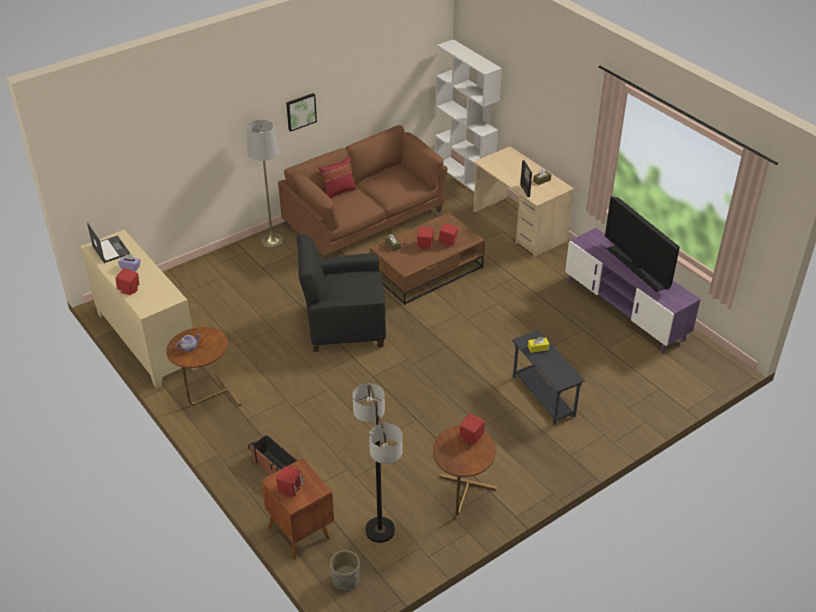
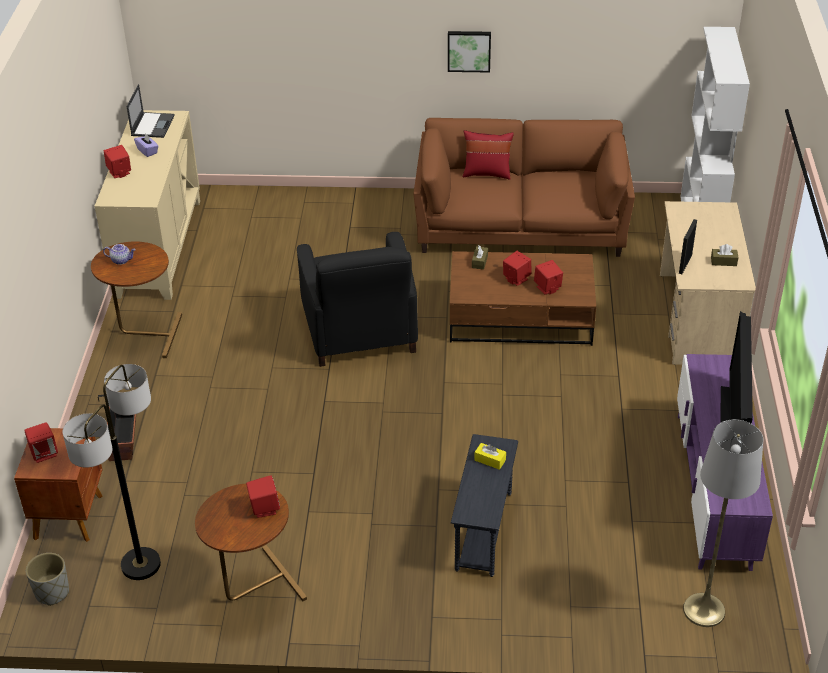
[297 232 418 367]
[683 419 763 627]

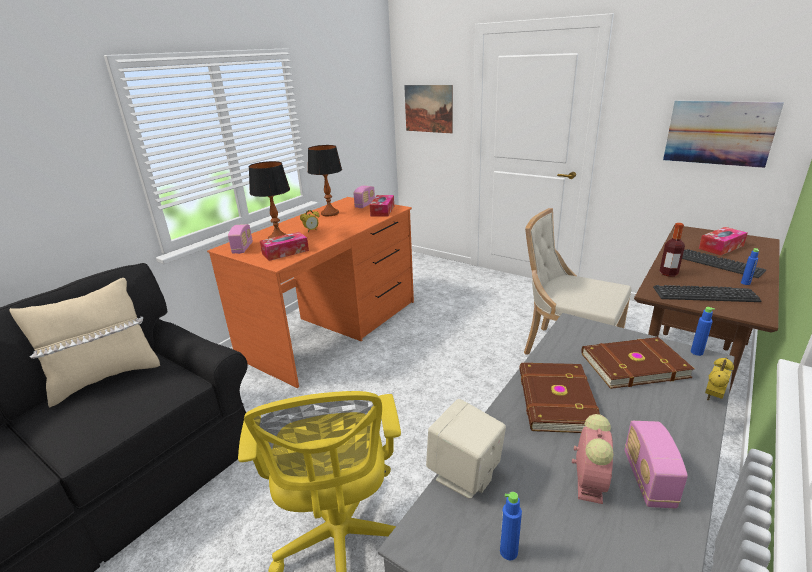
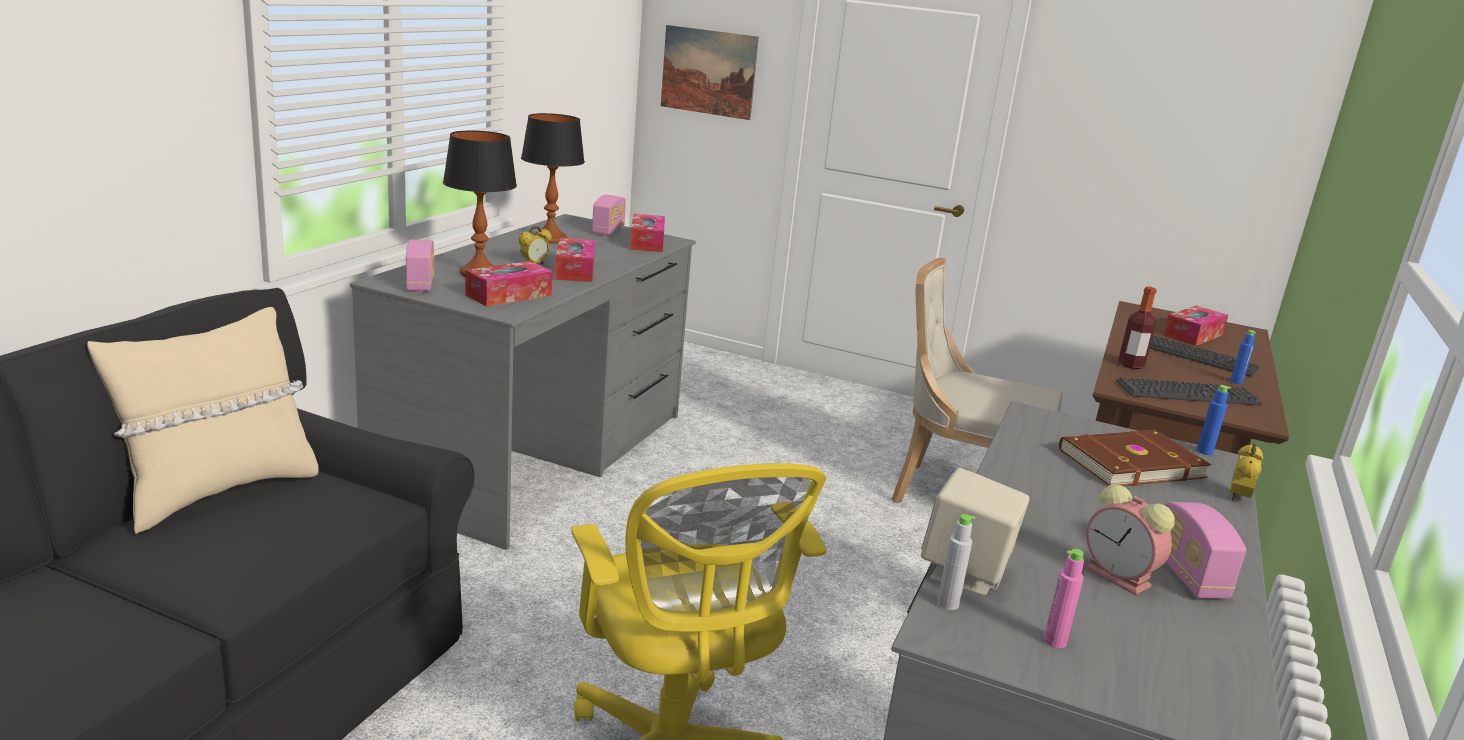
[350 214 696 550]
[555 238 595 282]
[937 514 975 610]
[1043 549 1084 648]
[1085 484 1175 595]
[519 363 600 433] (first image)
[663 101 784 168] (first image)

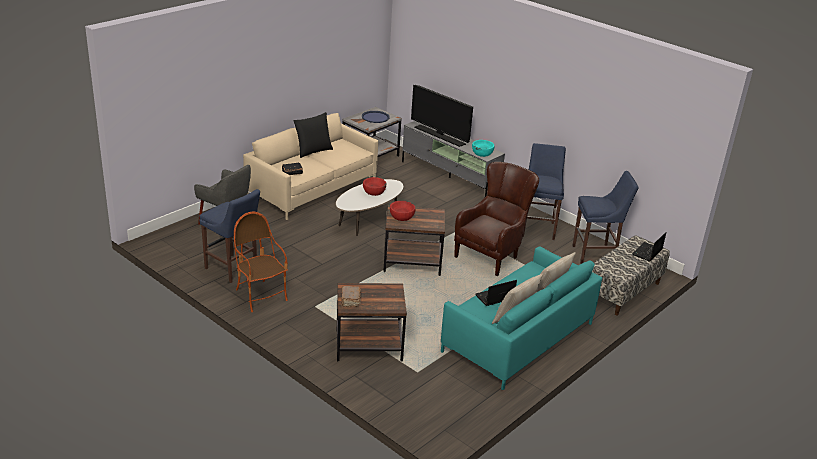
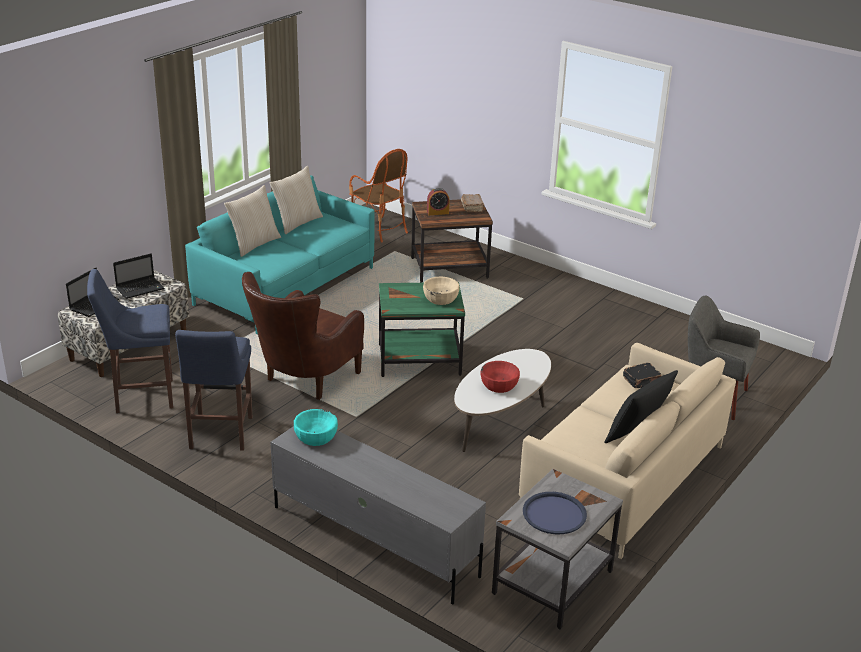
[113 253 164 299]
[349 149 408 243]
[379 282 465 377]
[423 276 460 305]
[427 188 450 215]
[199 189 260 283] (first image)
[411 85 473 147] (first image)

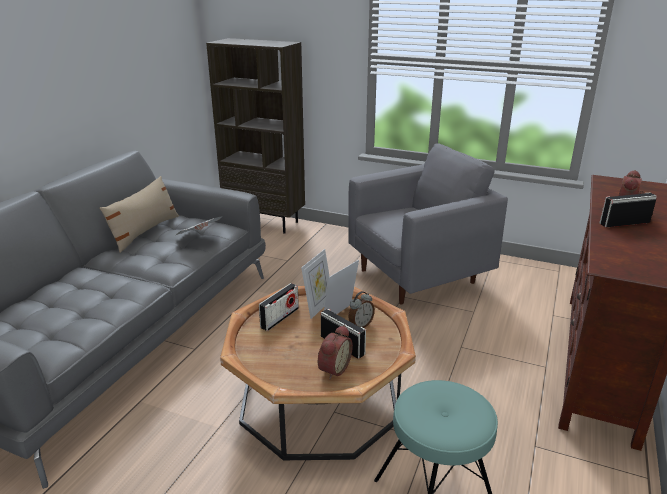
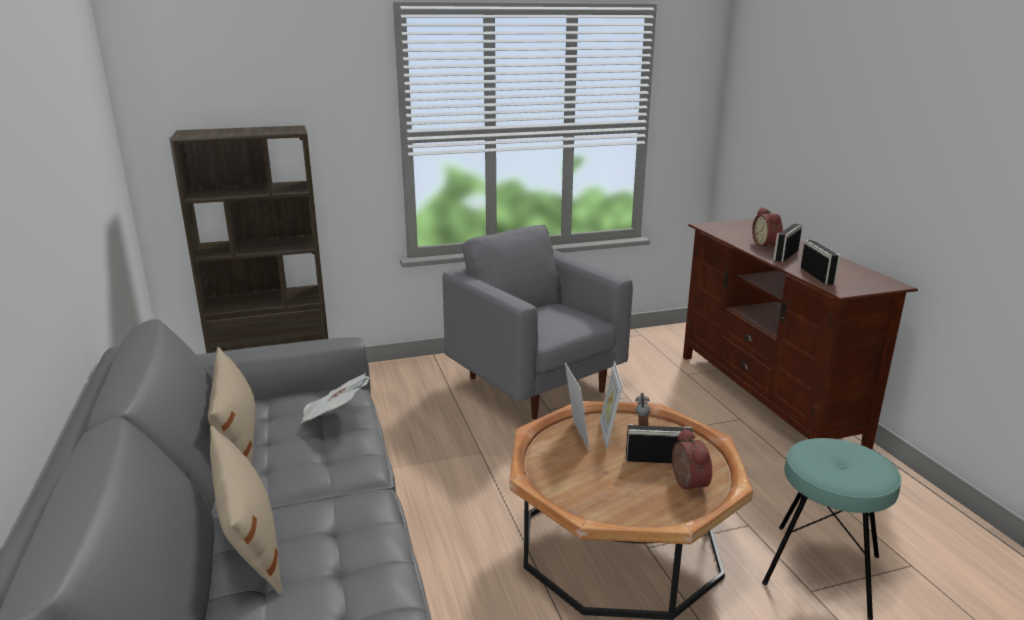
[210 425 283 595]
[442 225 633 419]
[800 240 840 285]

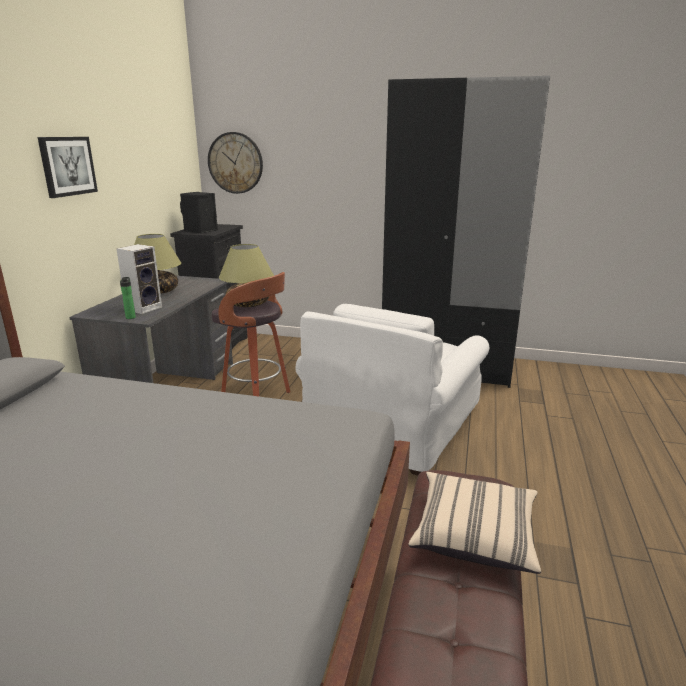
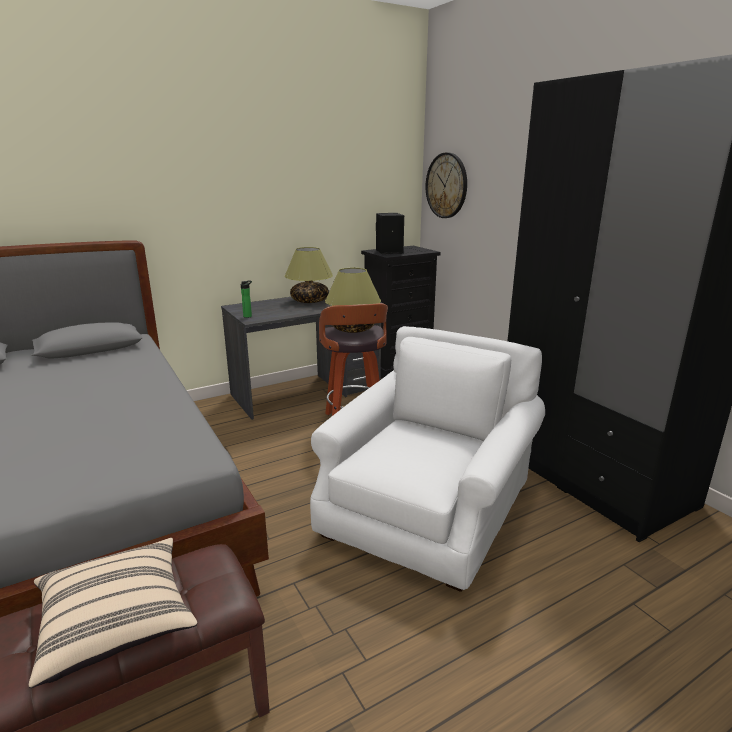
[310 326 545 592]
[38 137 98 198] (first image)
[116 244 162 314] (first image)

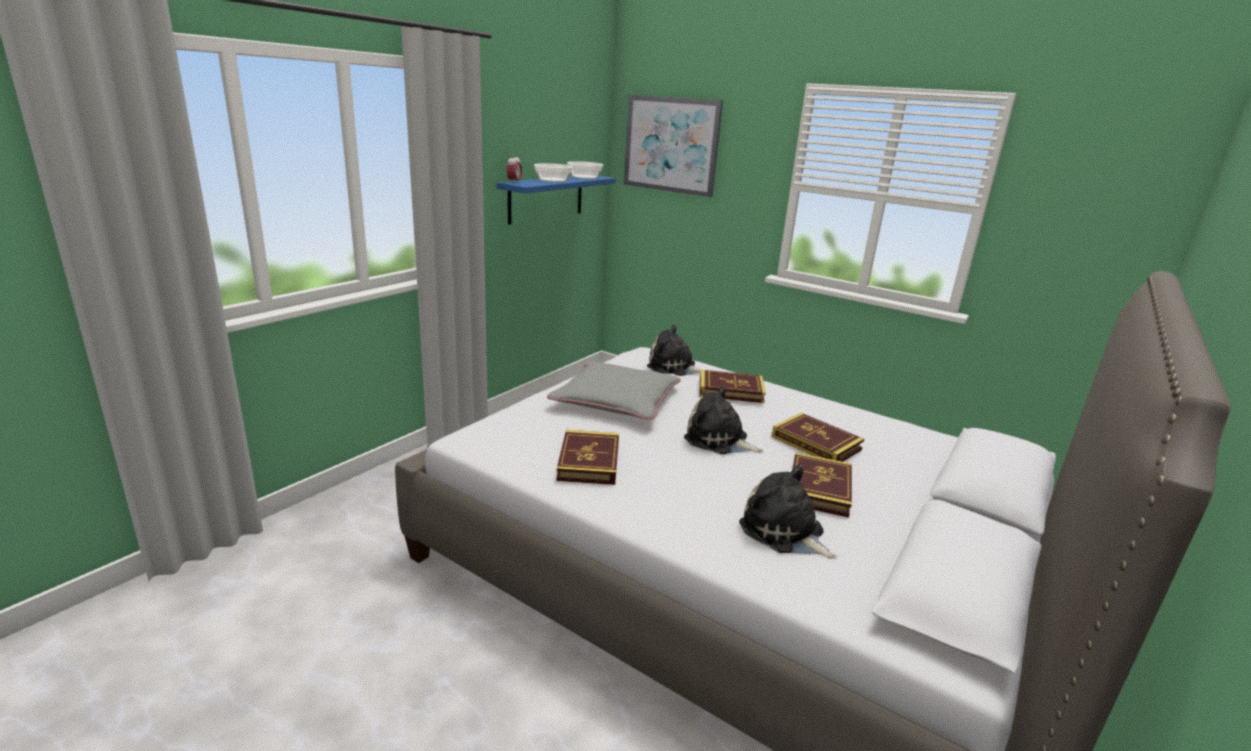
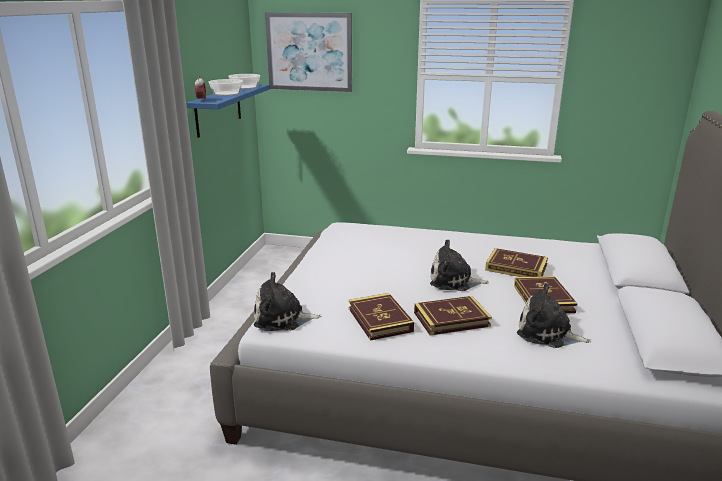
[254 272 321 331]
[414 296 492 335]
[547 361 681 419] (first image)

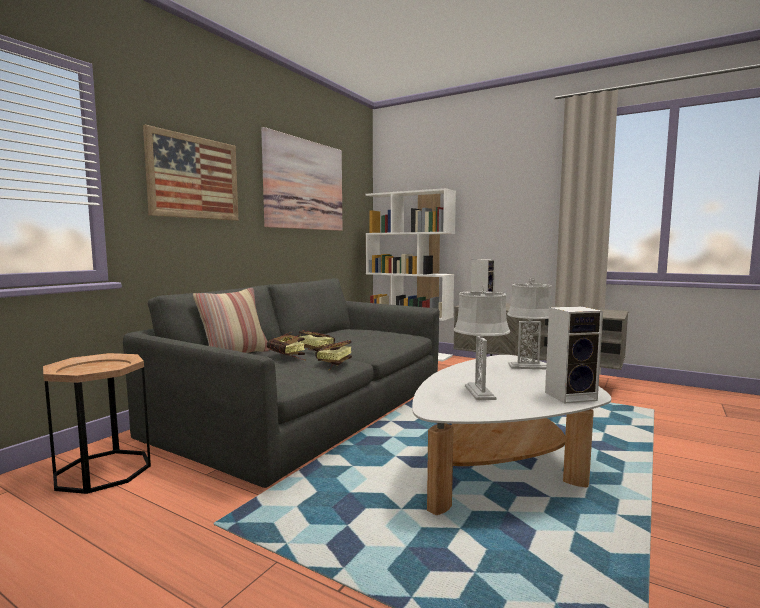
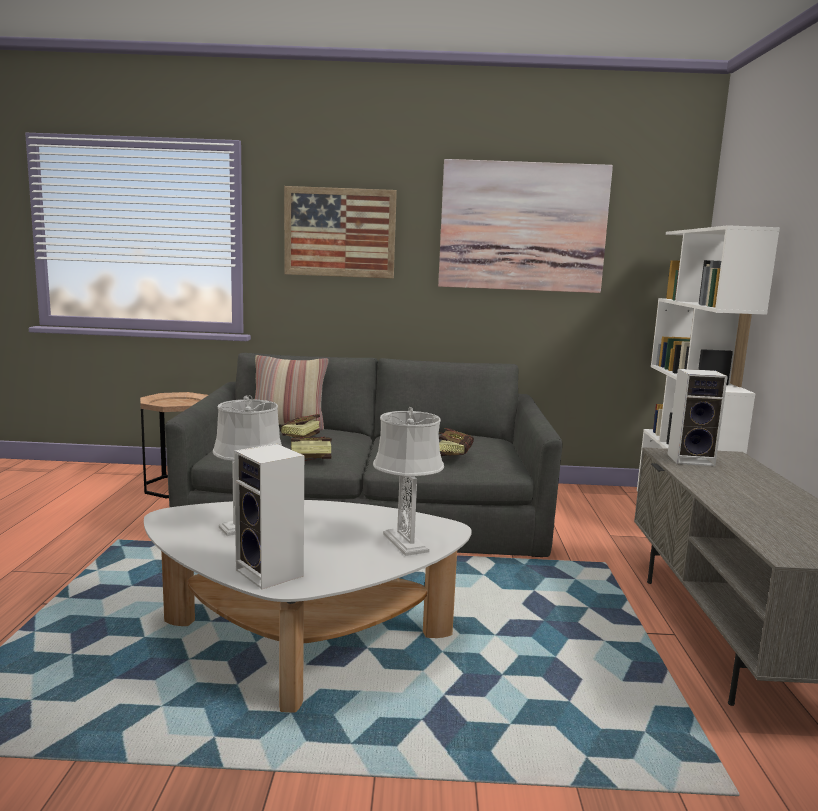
[439 428 474 456]

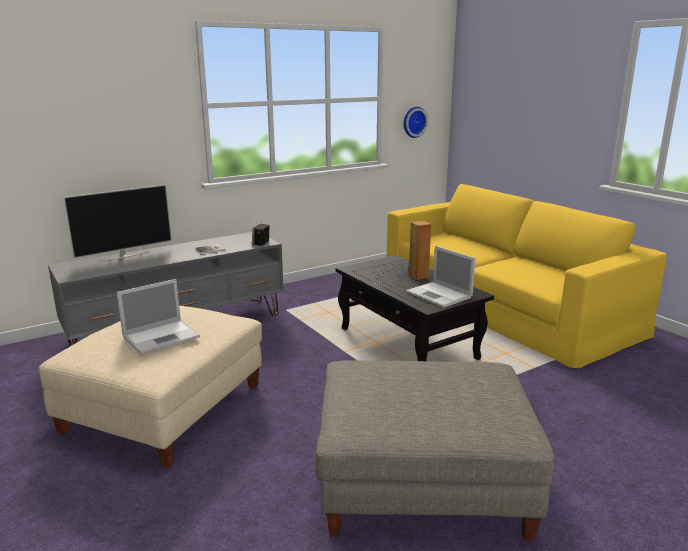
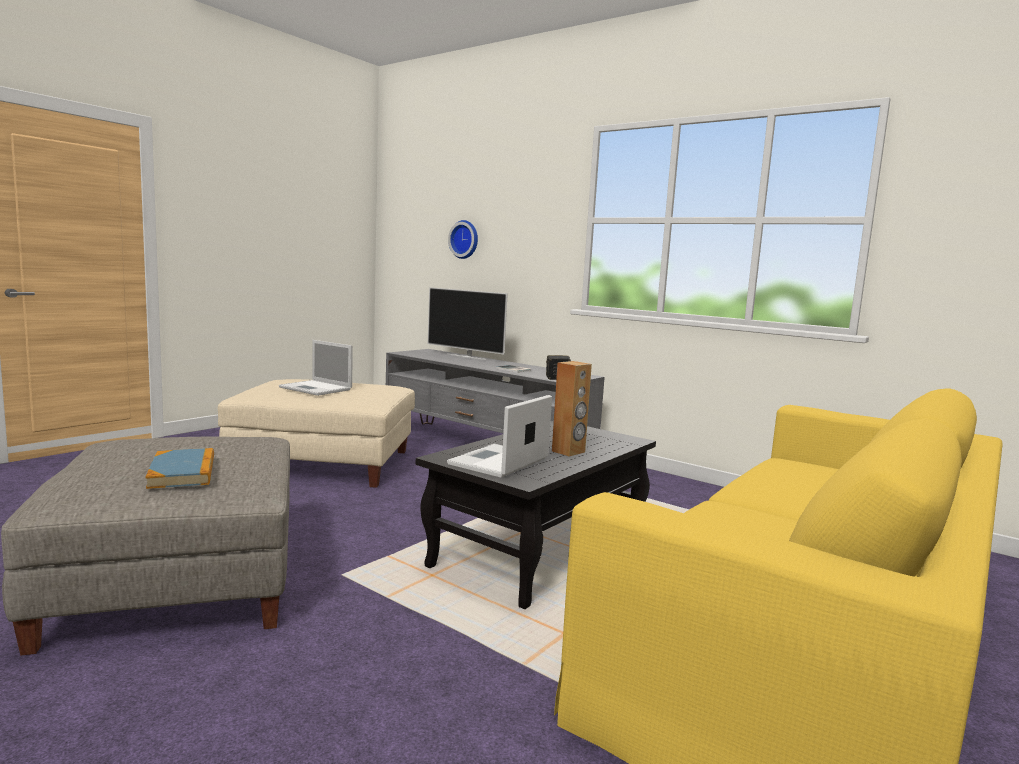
[145 448 214 489]
[448 220 478 259]

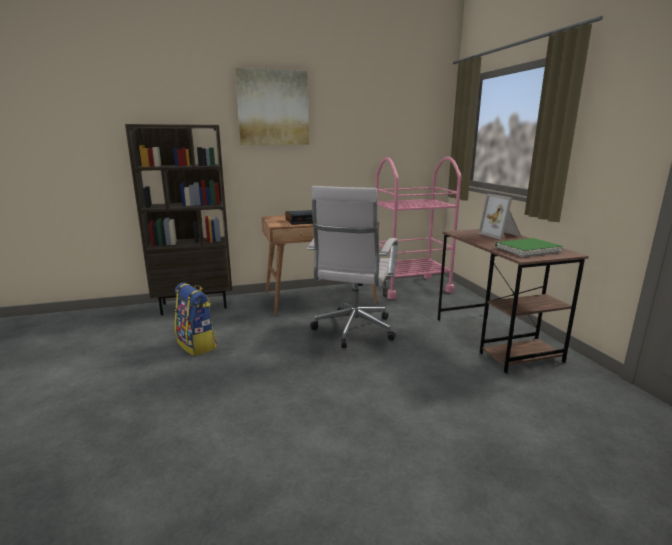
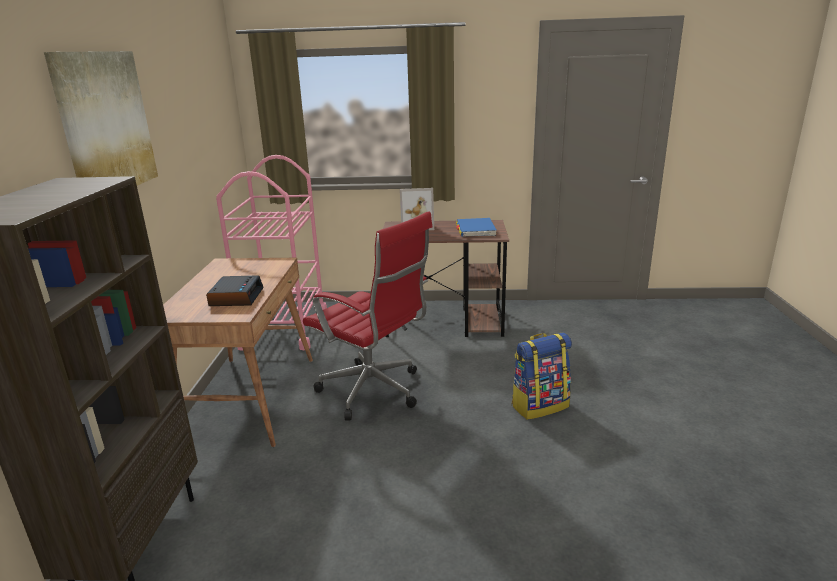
[303 212 433 421]
[456 218 497 237]
[512 332 572 420]

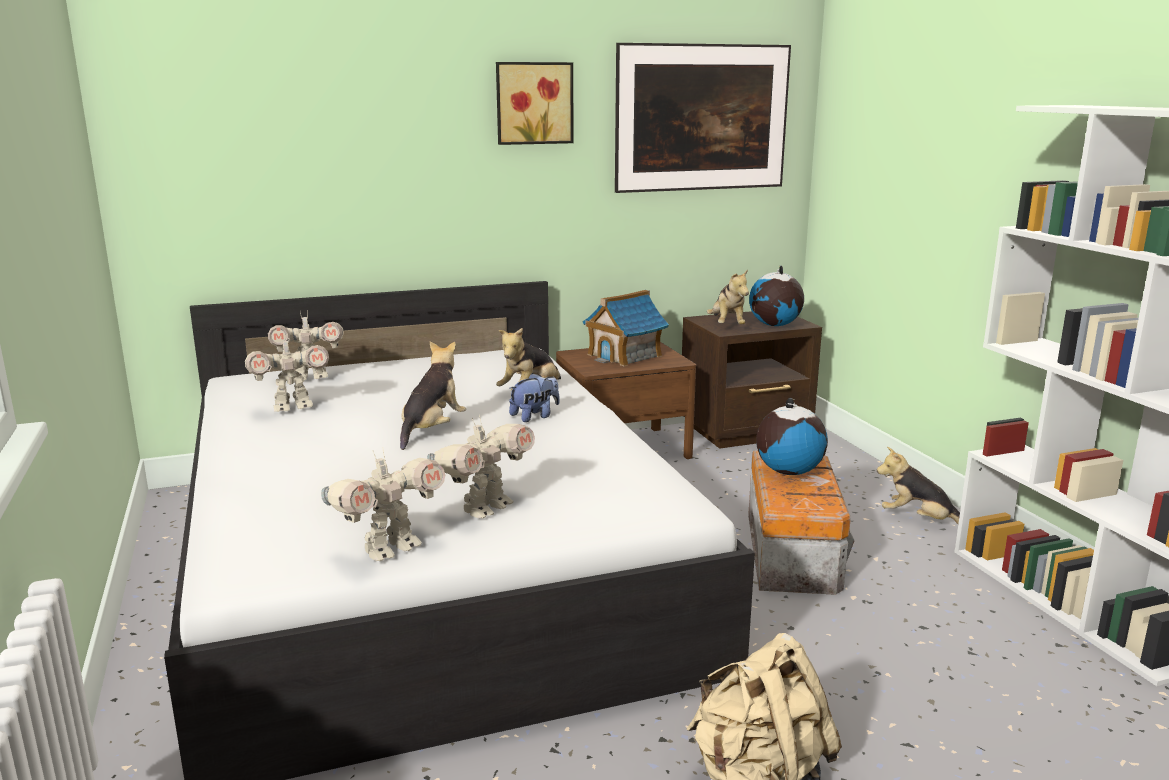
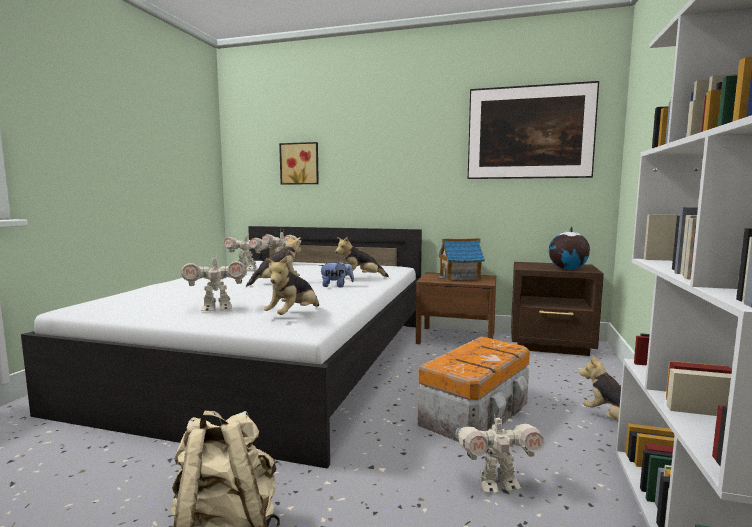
[264 256 319 315]
[279 142 319 185]
[455 411 545 493]
[756 398 828 475] (first image)

